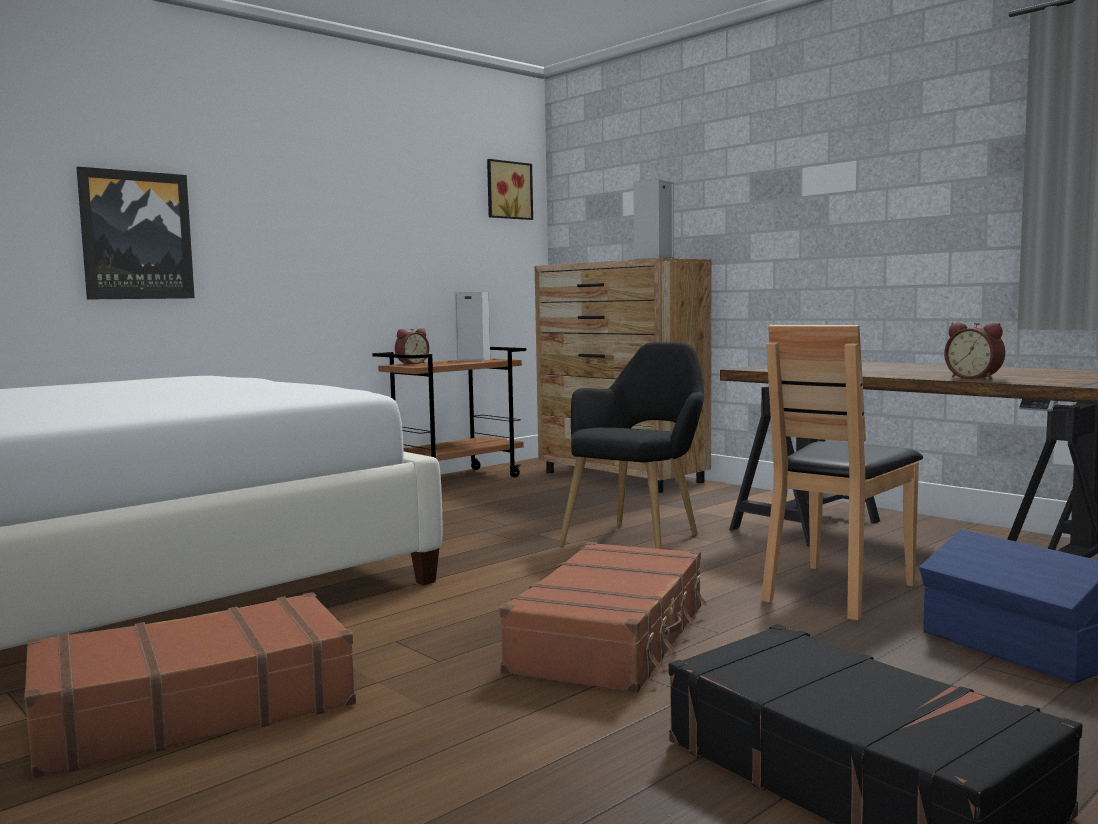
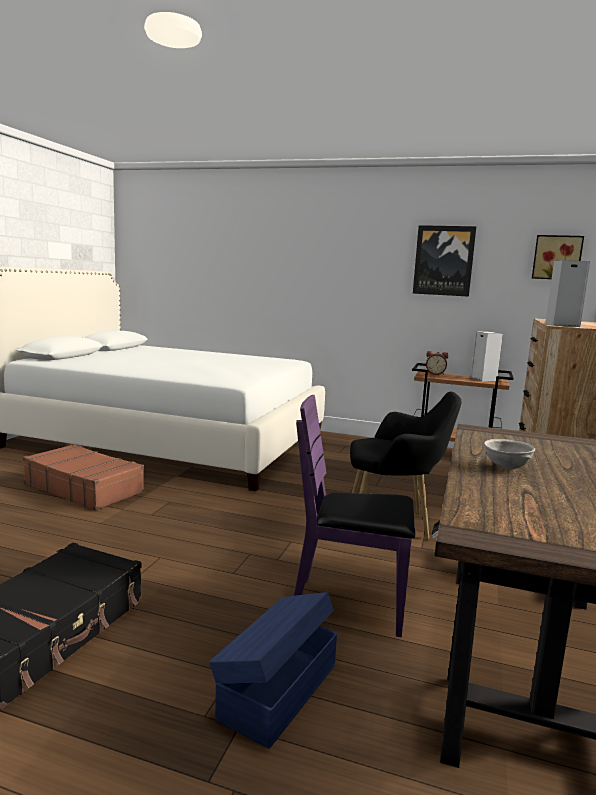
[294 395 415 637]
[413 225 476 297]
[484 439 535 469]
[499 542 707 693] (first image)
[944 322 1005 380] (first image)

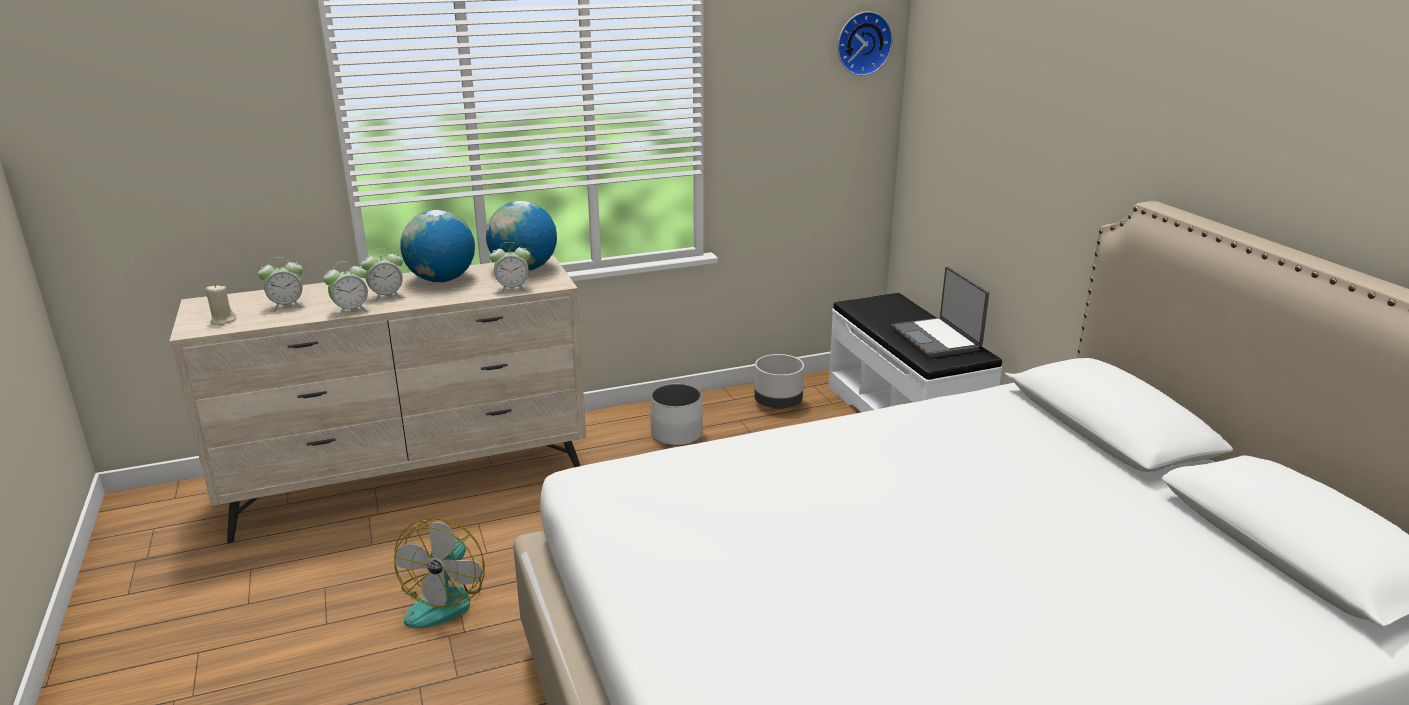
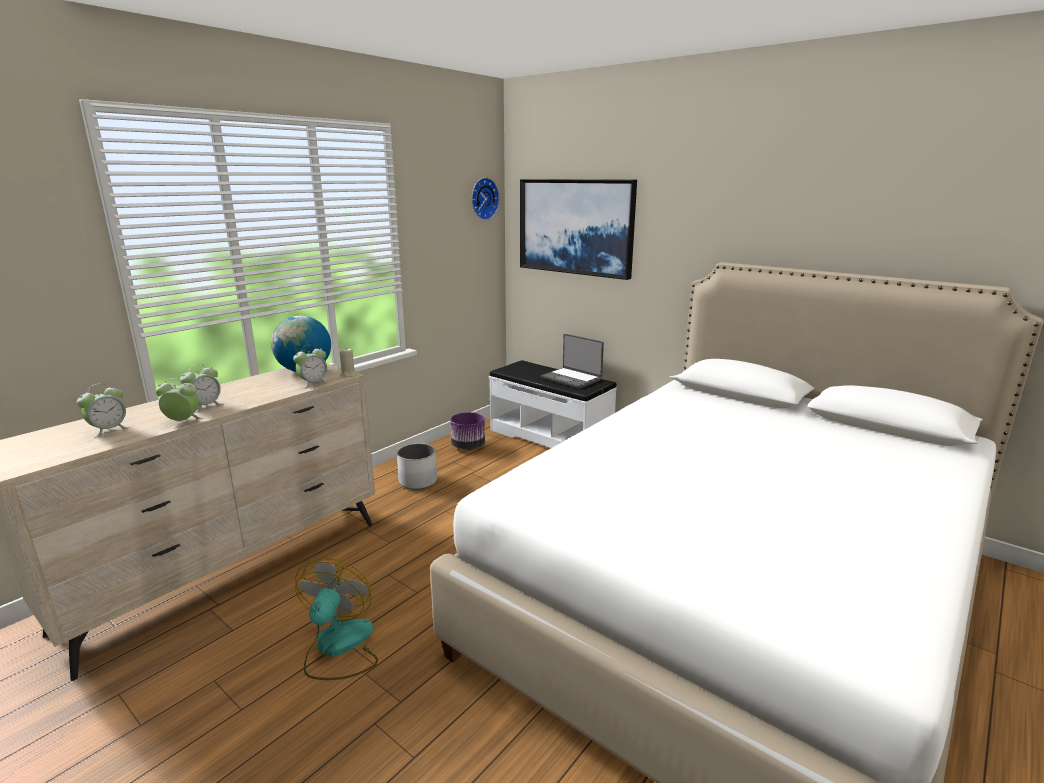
[155 378 203 421]
[295 558 378 680]
[339 349 357 377]
[450 412 485 450]
[520 179 637 280]
[400 210 475 282] (first image)

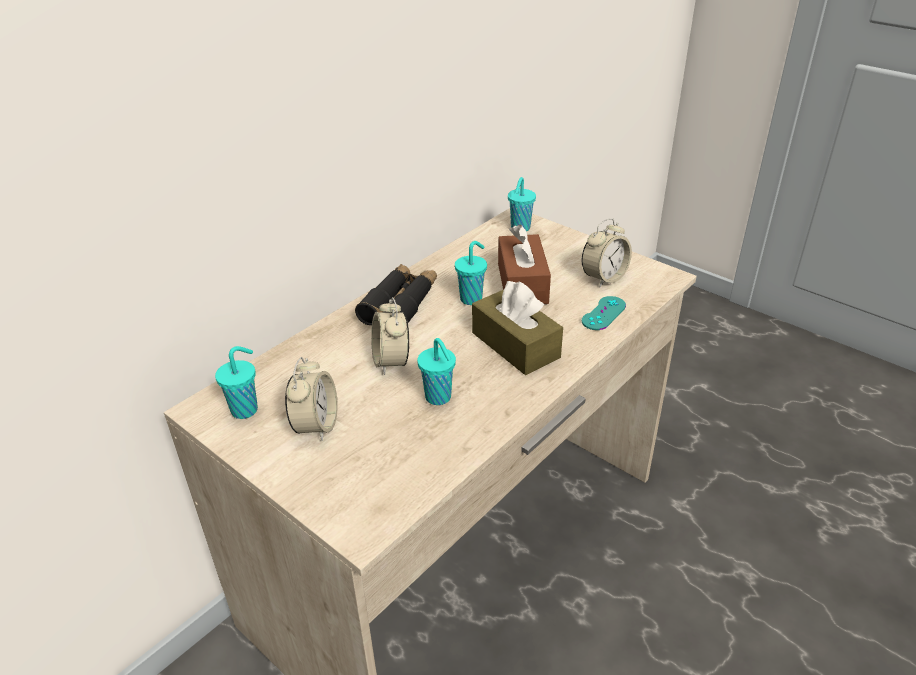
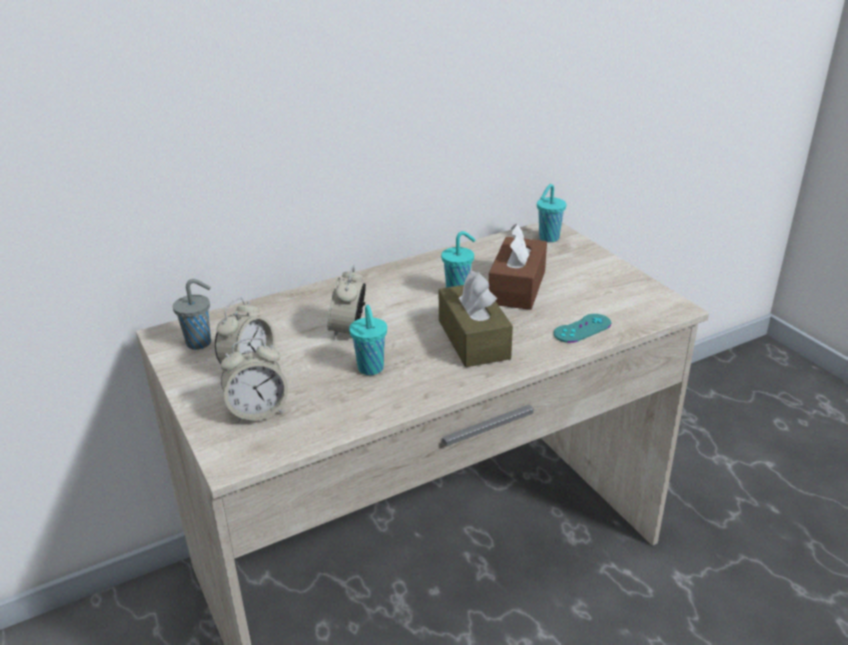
[173 279 211 350]
[221 338 288 423]
[355 264 437 325] (first image)

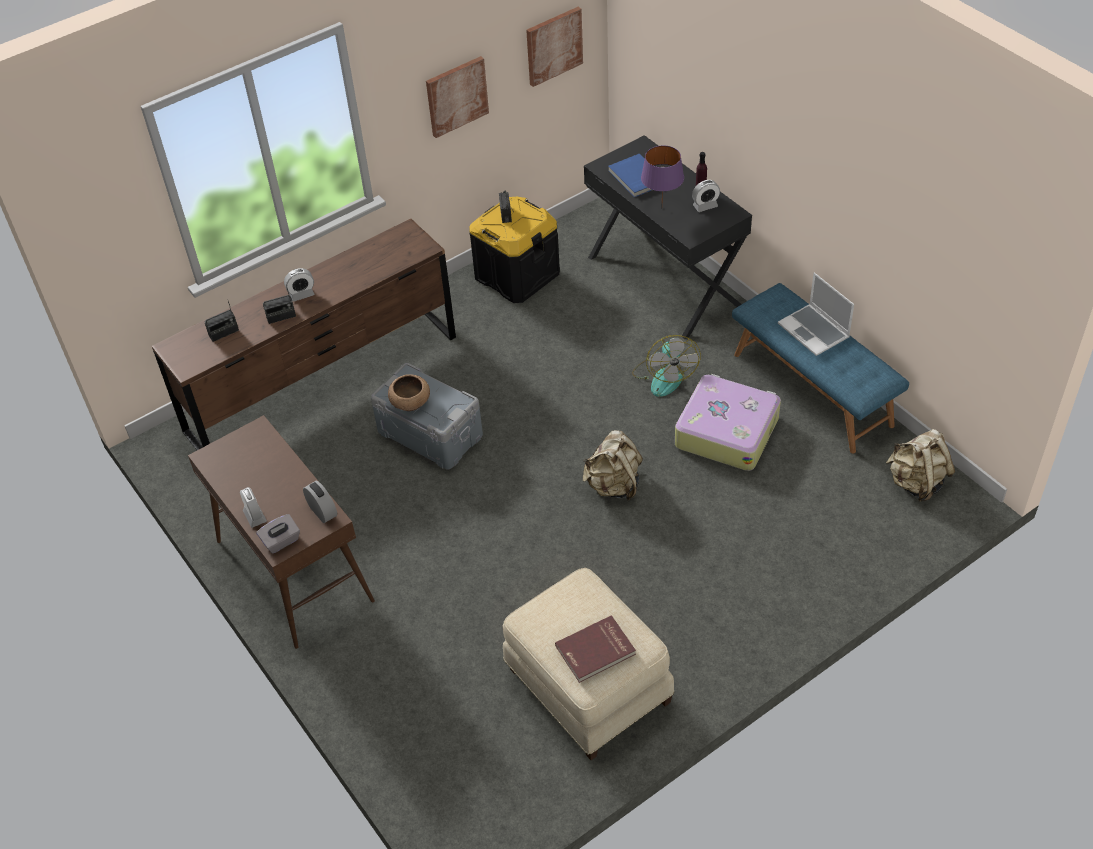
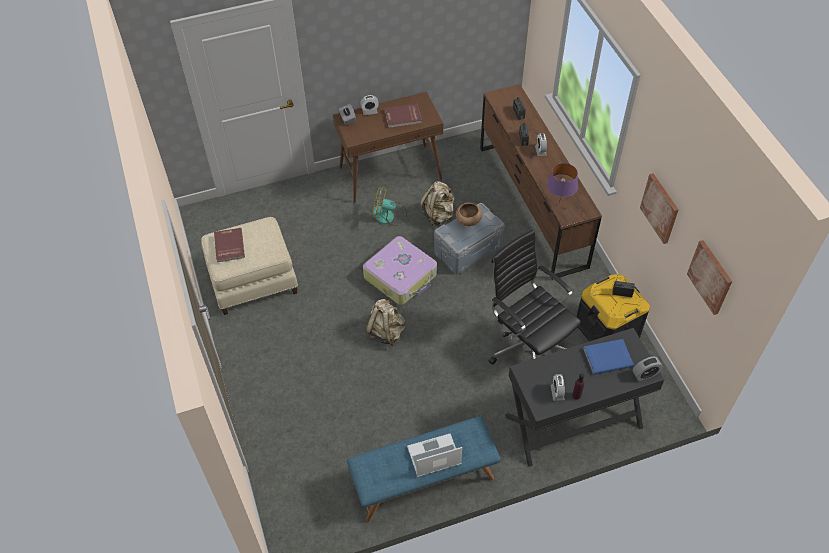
[363 236 437 305]
[371 185 407 226]
[384 104 422 128]
[420 181 455 227]
[489 230 581 365]
[547 163 578 204]
[633 356 663 381]

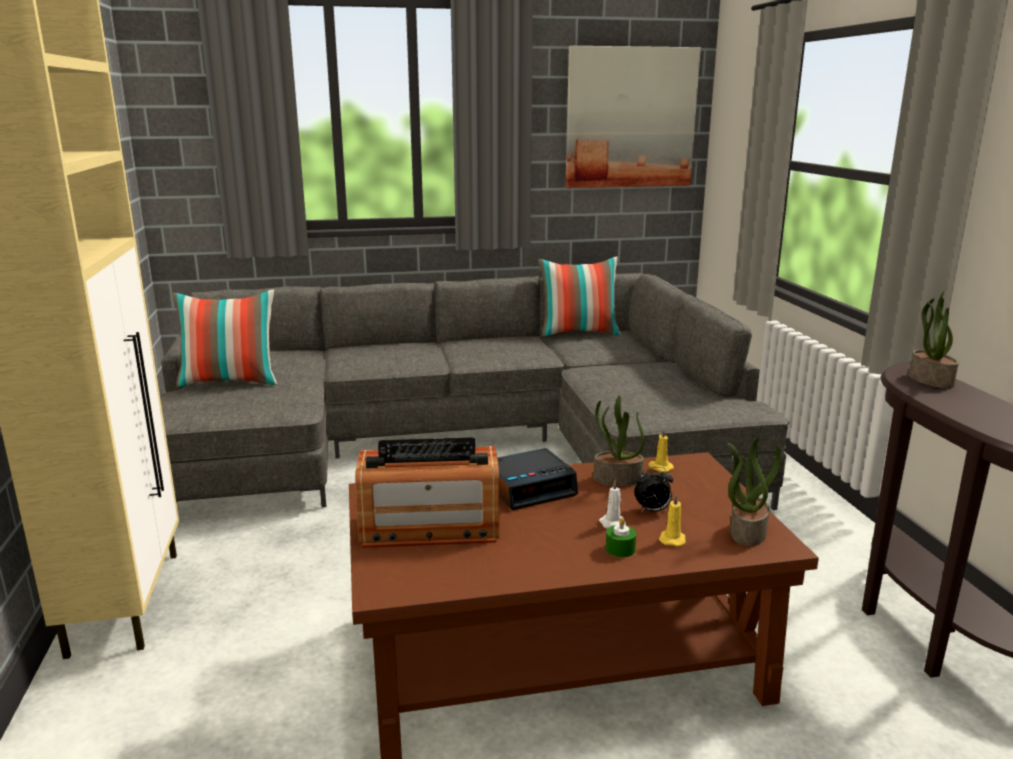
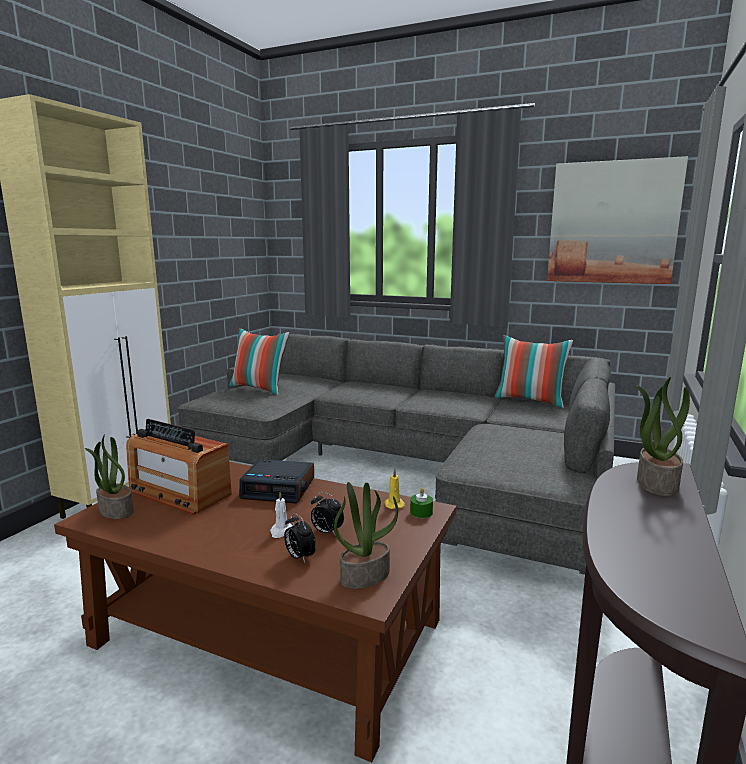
[85 434 134 519]
[284 513 316 562]
[410 488 433 518]

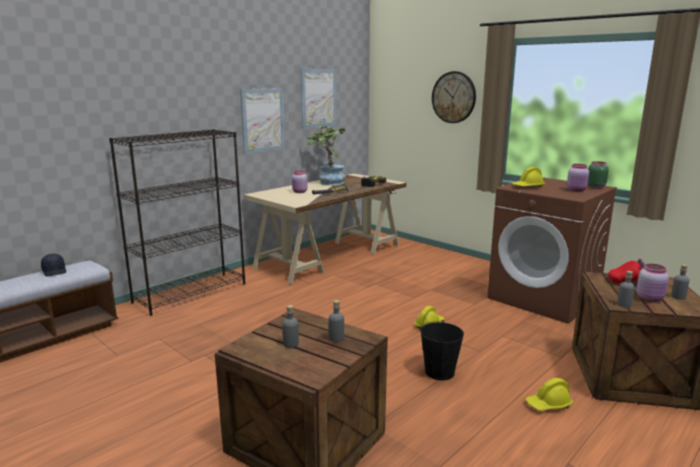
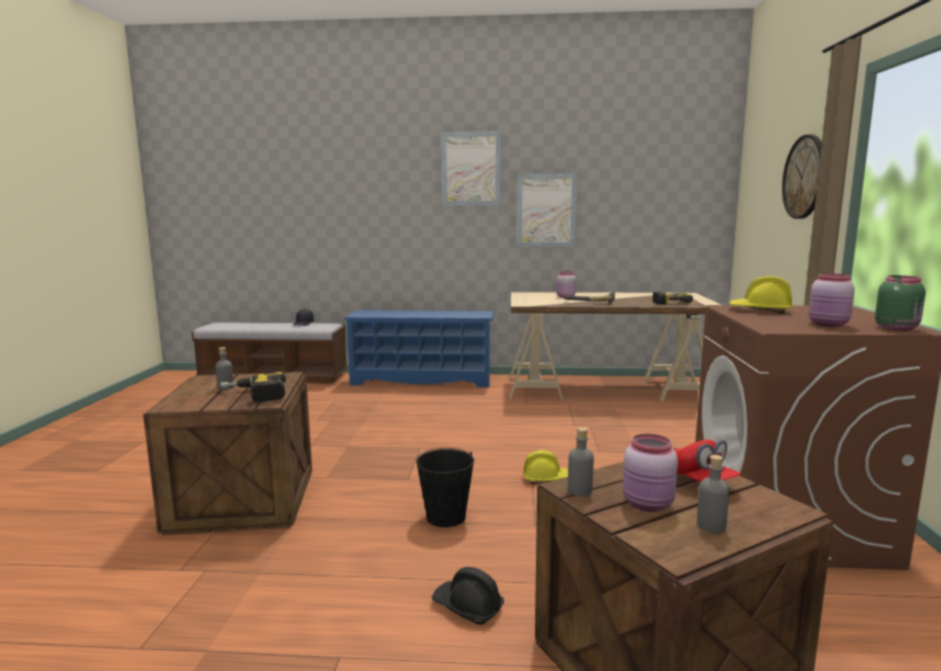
[221 372 286 403]
[344 310 494 387]
[432 567 504 625]
[441 131 501 206]
[307 126 346 185] (first image)

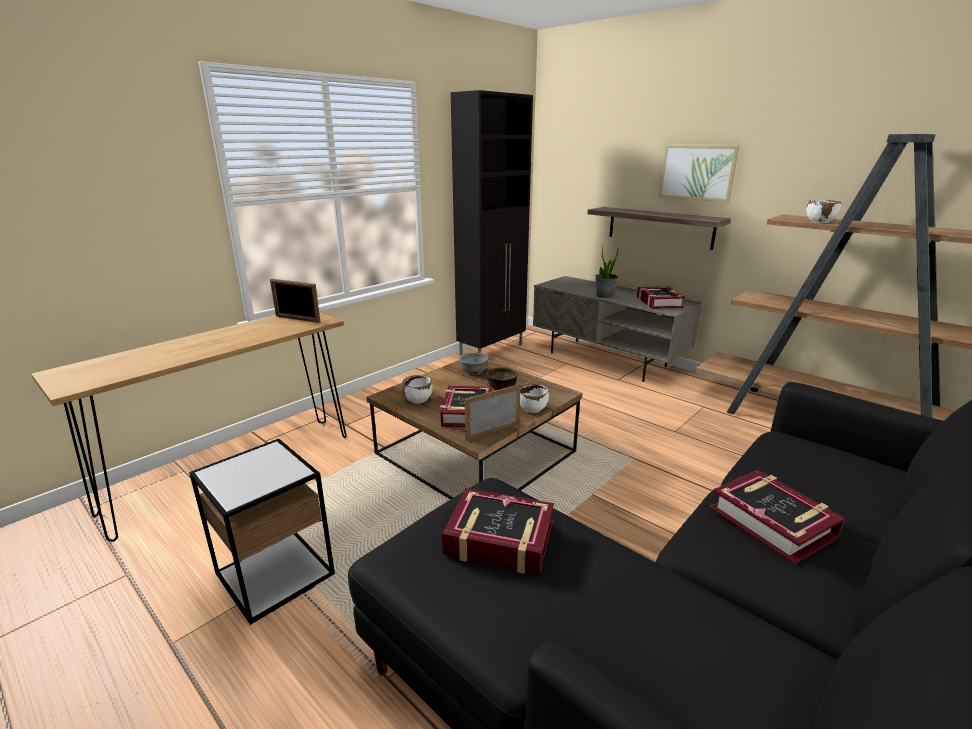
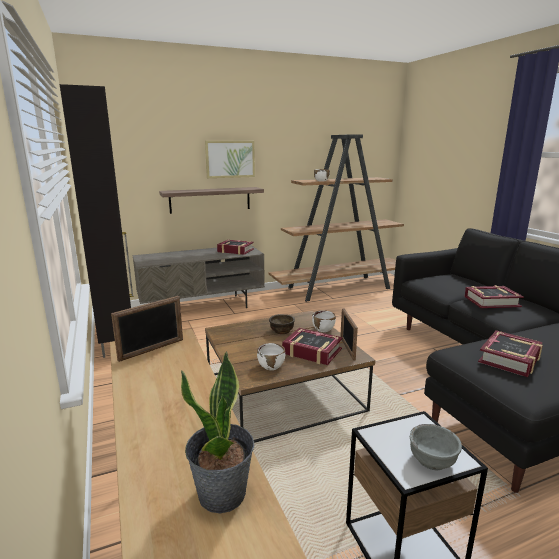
[181 351 254 514]
[410 424 462 470]

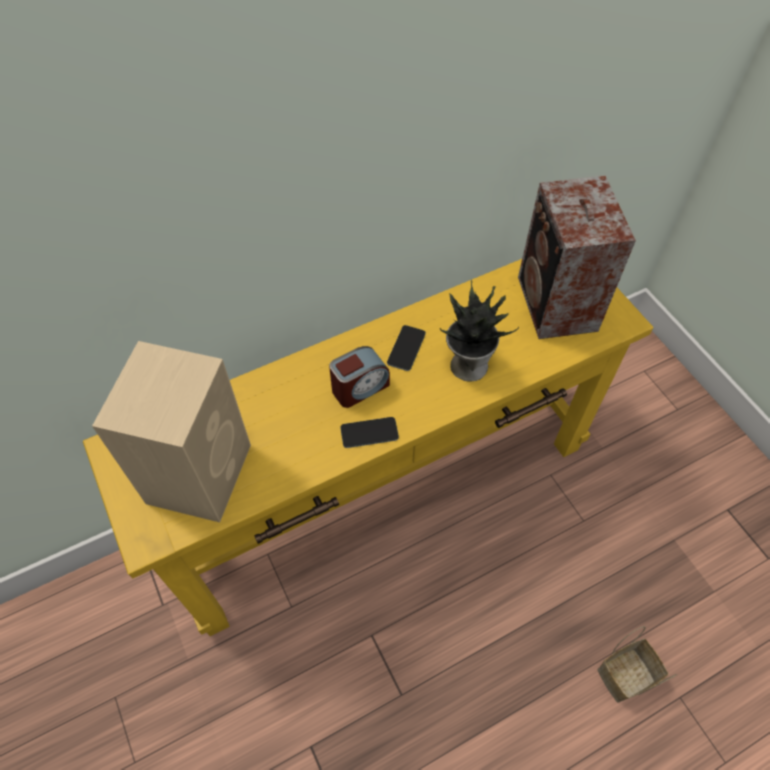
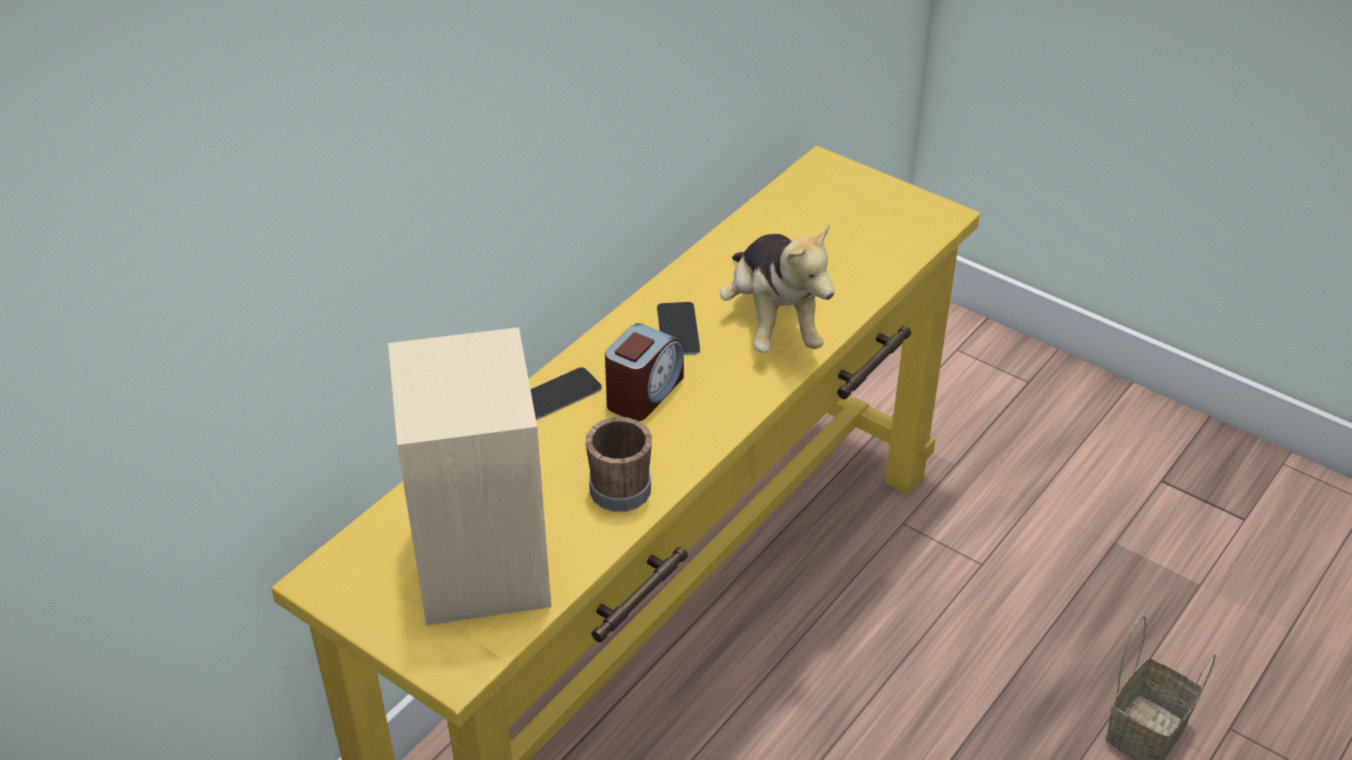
[530 367 602 420]
[586 417 652 512]
[720 225 835 353]
[518 176 636 339] (first image)

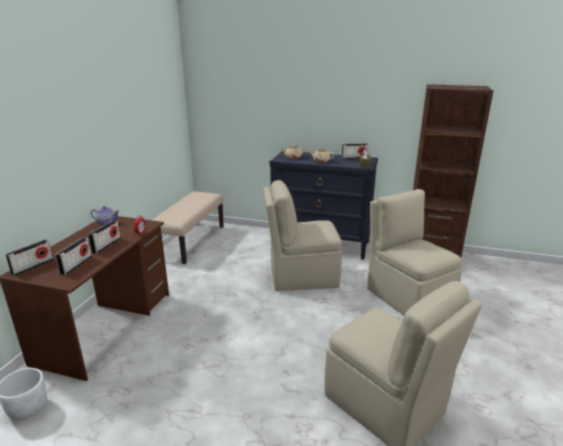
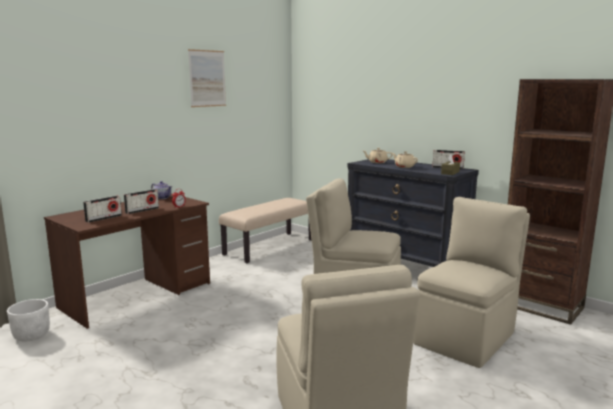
[188 49 226 107]
[413 197 530 368]
[5 239 53 276] (first image)

